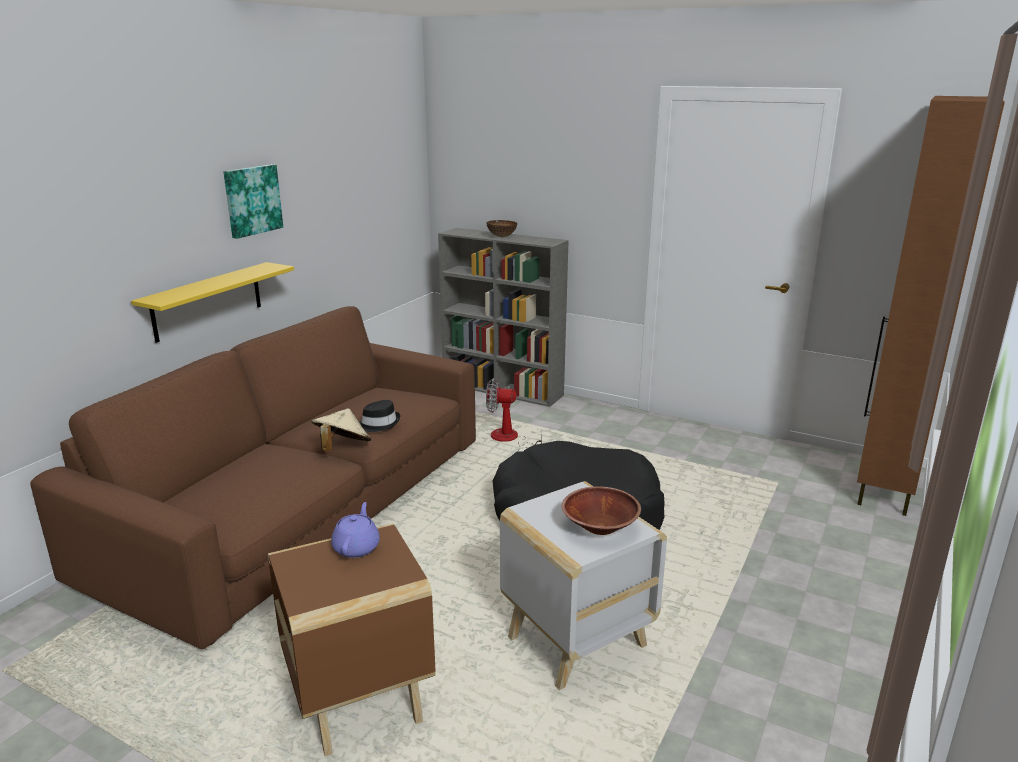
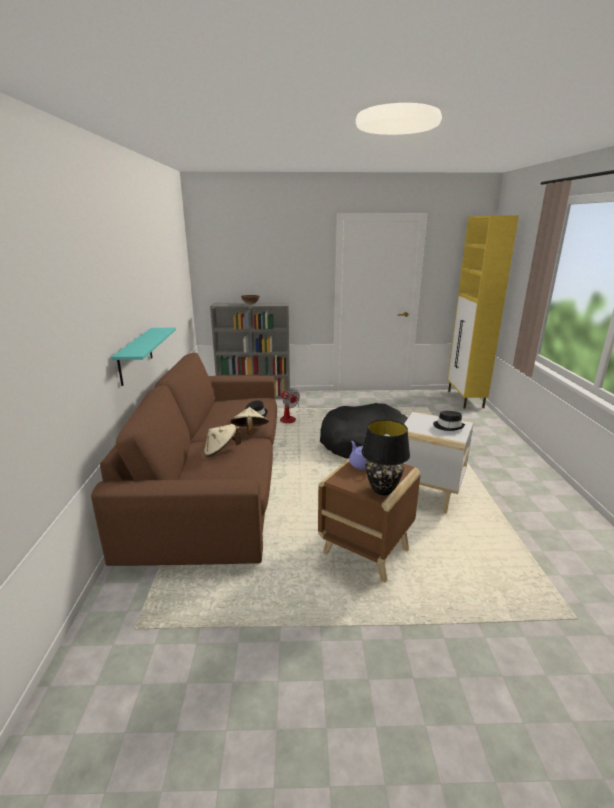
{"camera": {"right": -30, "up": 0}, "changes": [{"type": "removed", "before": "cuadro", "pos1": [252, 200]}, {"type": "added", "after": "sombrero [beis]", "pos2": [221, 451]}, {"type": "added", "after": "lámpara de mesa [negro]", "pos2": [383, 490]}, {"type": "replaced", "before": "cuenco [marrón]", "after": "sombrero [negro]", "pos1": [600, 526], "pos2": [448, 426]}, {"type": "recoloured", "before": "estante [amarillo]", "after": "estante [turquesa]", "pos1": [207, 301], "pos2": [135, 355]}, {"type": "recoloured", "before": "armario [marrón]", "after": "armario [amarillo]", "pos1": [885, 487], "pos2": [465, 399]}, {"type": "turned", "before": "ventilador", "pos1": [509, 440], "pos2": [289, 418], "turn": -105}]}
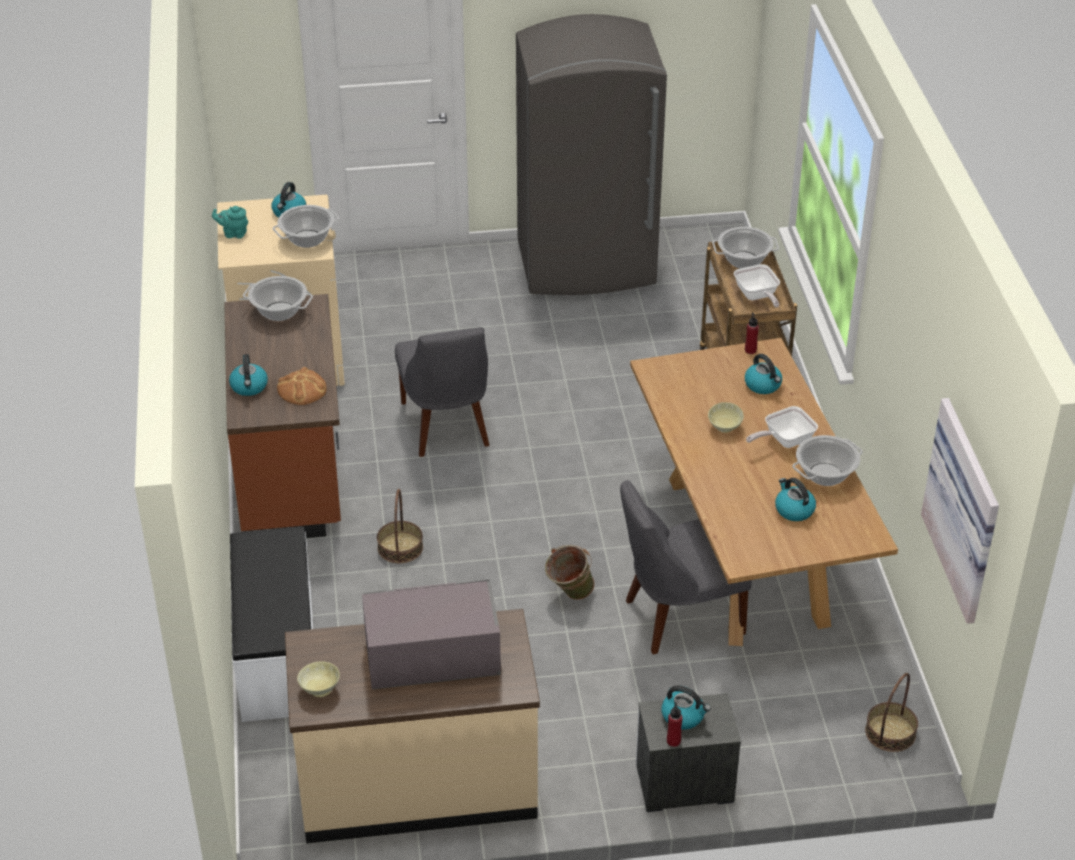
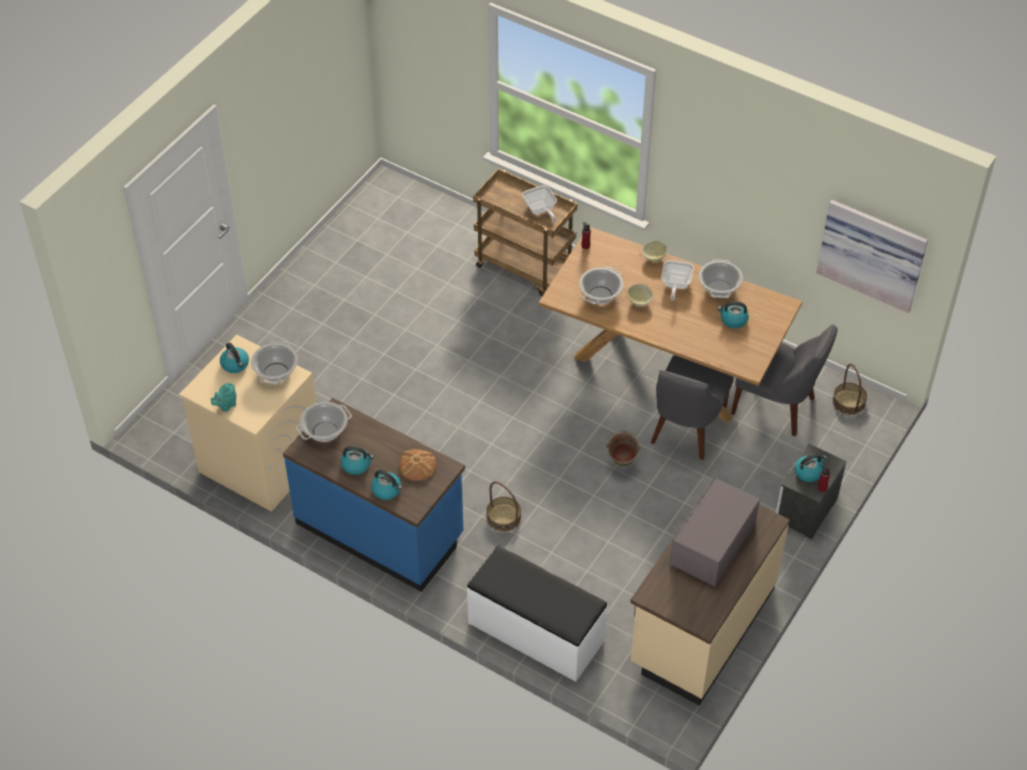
{"camera": {"right": -50, "up": 10}, "changes": [{"type": "removed", "before": "nevera [gris]", "pos1": [587, 264]}, {"type": "moved", "before": "cuenco [beis]", "pos1": [320, 689], "pos2": [653, 257]}, {"type": "moved", "before": "silla [gris]", "pos1": [446, 427], "pos2": [777, 407]}, {"type": "moved", "before": "olla", "pos1": [744, 260], "pos2": [600, 295]}, {"type": "moved", "before": "hervidor", "pos1": [763, 385], "pos2": [356, 465]}, {"type": "recoloured", "before": "mueble bajo de cocina [marrón]", "after": "mueble bajo de cocina [azul]", "pos1": [292, 473], "pos2": [380, 529]}, {"type": "turned", "before": "sartén", "pos1": [757, 296], "pos2": [540, 210], "turn": 45}]}
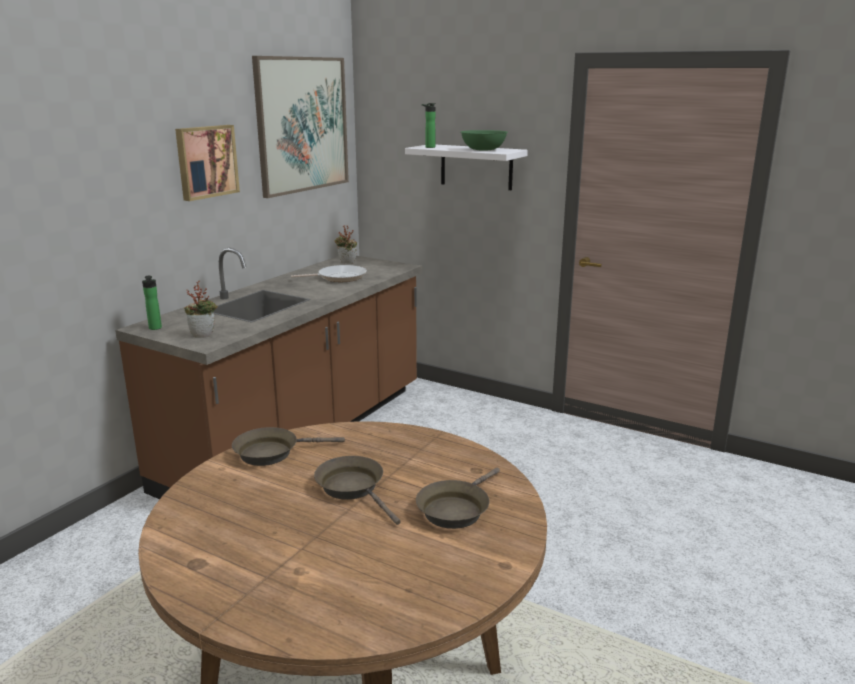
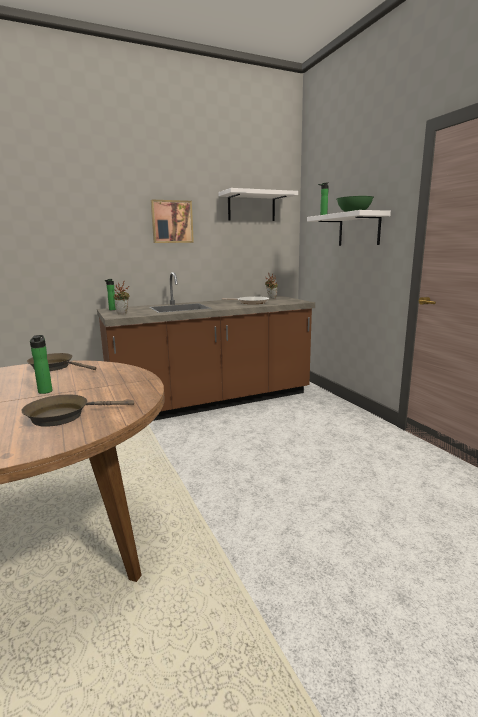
{"camera": {"right": 35, "up": -5}, "changes": [{"type": "replaced", "before": "cuadro", "after": "estante [blanco]", "pos1": [302, 125], "pos2": [251, 207]}, {"type": "replaced", "before": "sartén [marrón]", "after": "botella", "pos1": [353, 488], "pos2": [45, 391]}]}
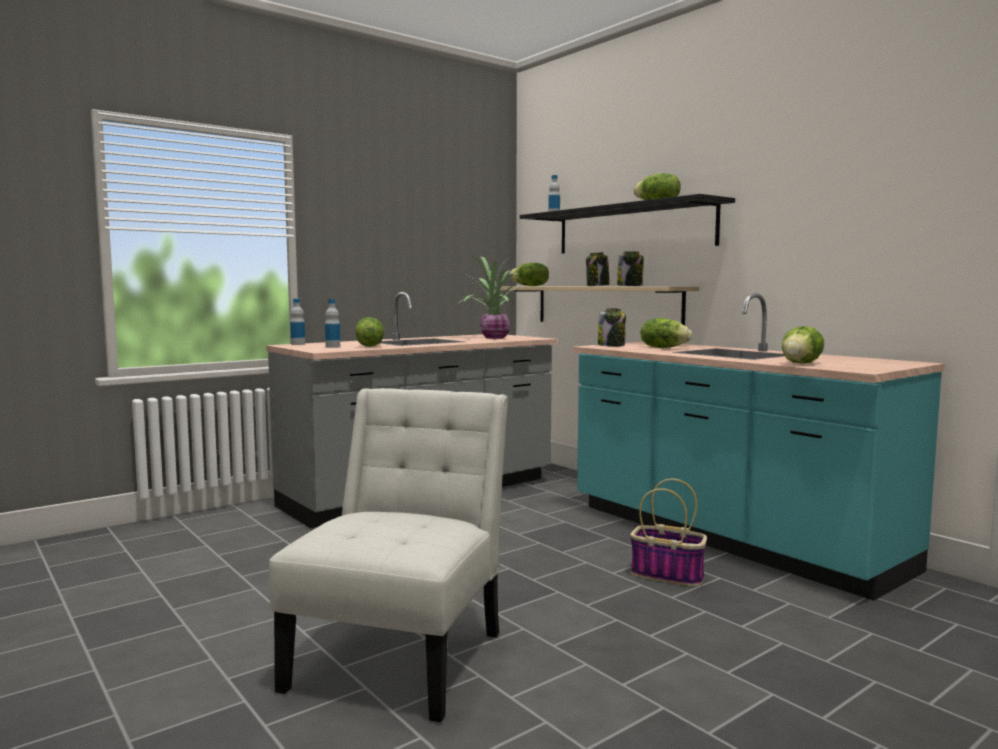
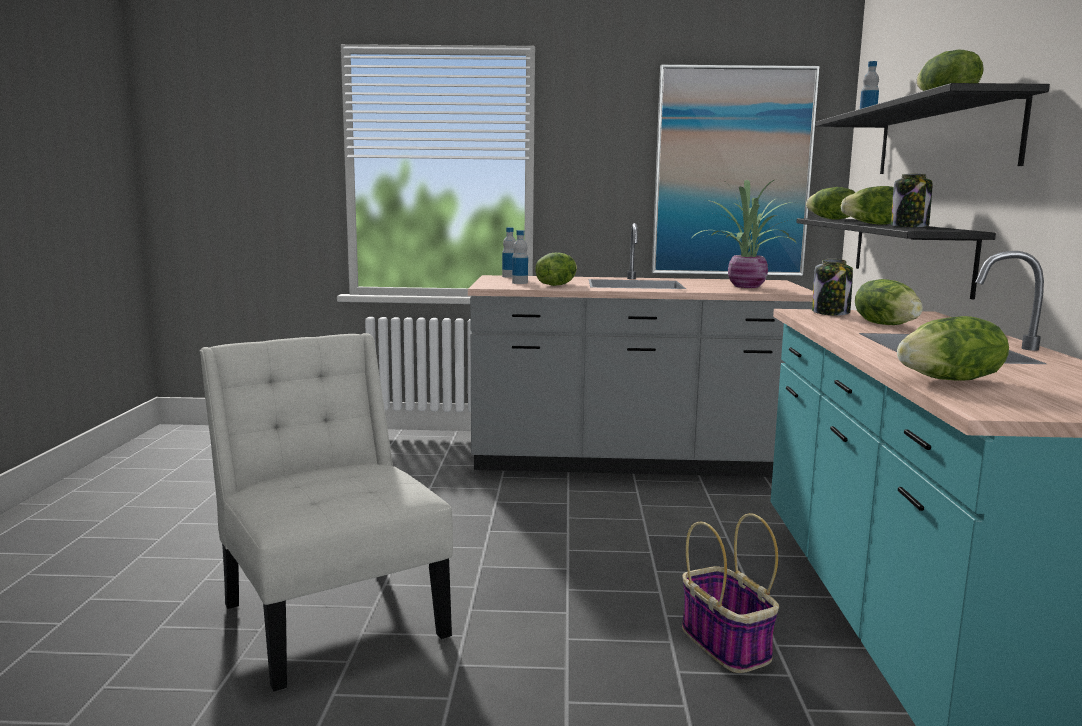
{"camera": {"right": 40, "up": 5}, "changes": [{"type": "added", "after": "cuadro", "pos2": [732, 172]}, {"type": "replaced", "before": "tarro", "after": "lechuga", "pos1": [597, 286], "pos2": [876, 224]}, {"type": "recoloured", "before": "estante [beis]", "after": "estante [negro]", "pos1": [606, 305], "pos2": [909, 253]}, {"type": "turned", "before": "silla [blanco]", "pos1": [402, 655], "pos2": [331, 614], "turn": -90}]}
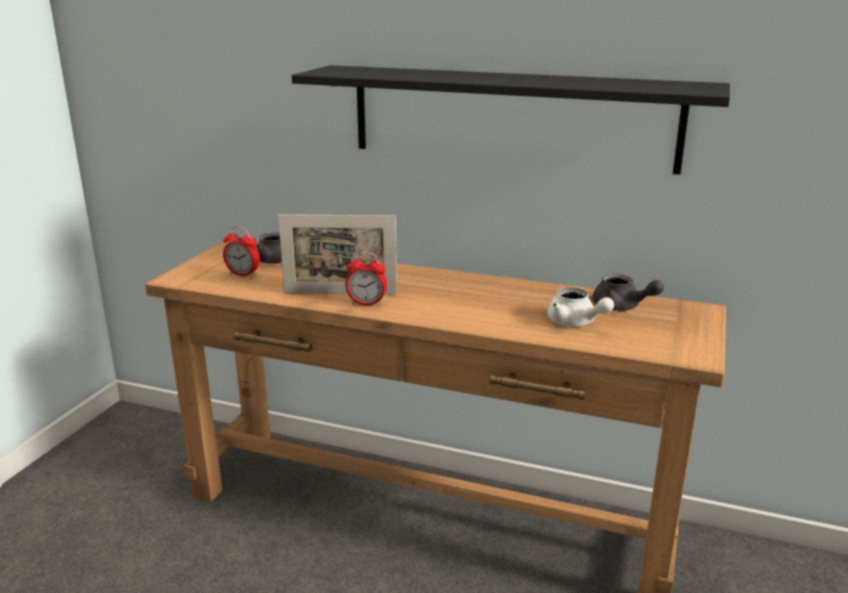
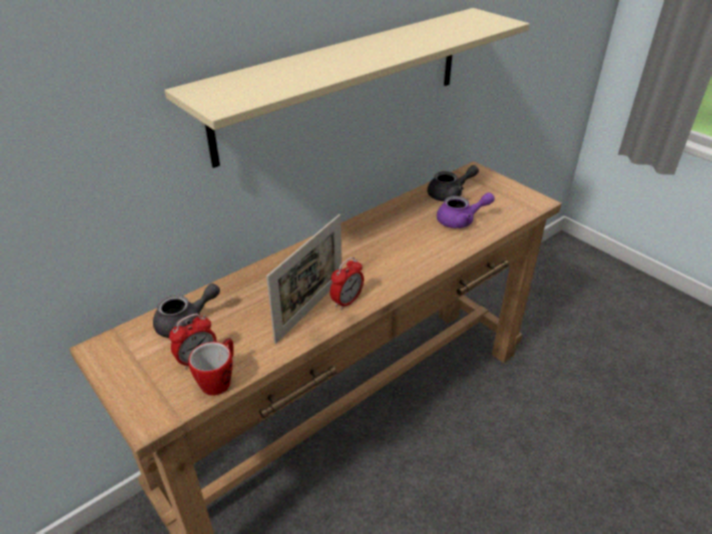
{"camera": {"right": -60, "up": 15}, "changes": [{"type": "added", "after": "taza grande", "pos2": [220, 379]}, {"type": "recoloured", "before": "estante [negro]", "after": "estante [beis]", "pos1": [511, 117], "pos2": [344, 82]}, {"type": "recoloured", "before": "tetera [blanco]", "after": "tetera [morado]", "pos1": [575, 323], "pos2": [461, 221]}]}
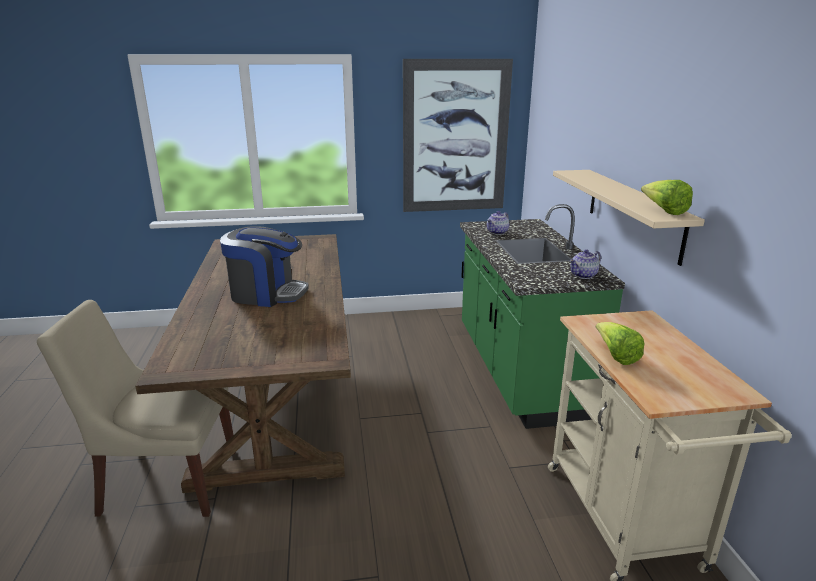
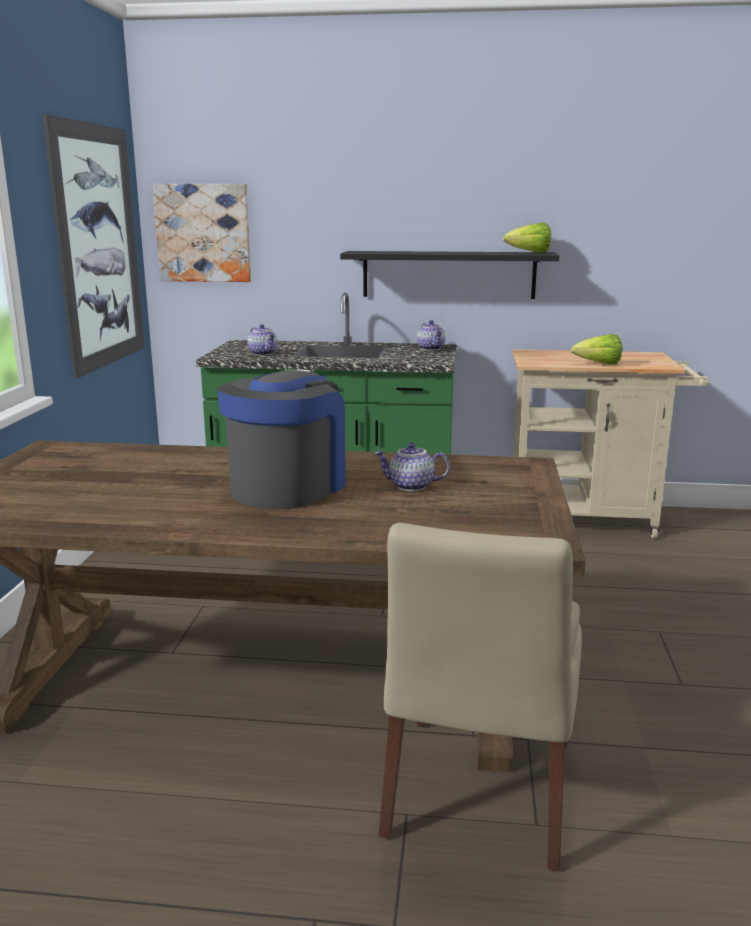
{"camera": {"right": -75, "up": -5}, "changes": [{"type": "added", "after": "cuadro", "pos2": [203, 233]}, {"type": "added", "after": "tetera", "pos2": [410, 486]}, {"type": "recoloured", "before": "estante [beis]", "after": "estante [negro]", "pos1": [633, 213], "pos2": [448, 274]}]}
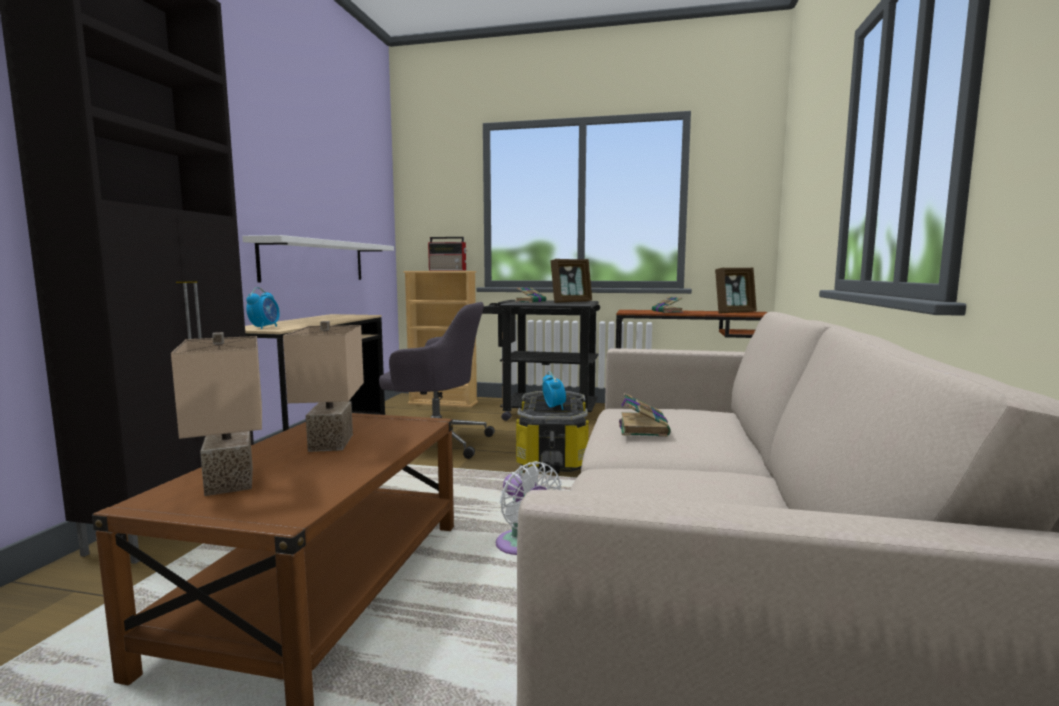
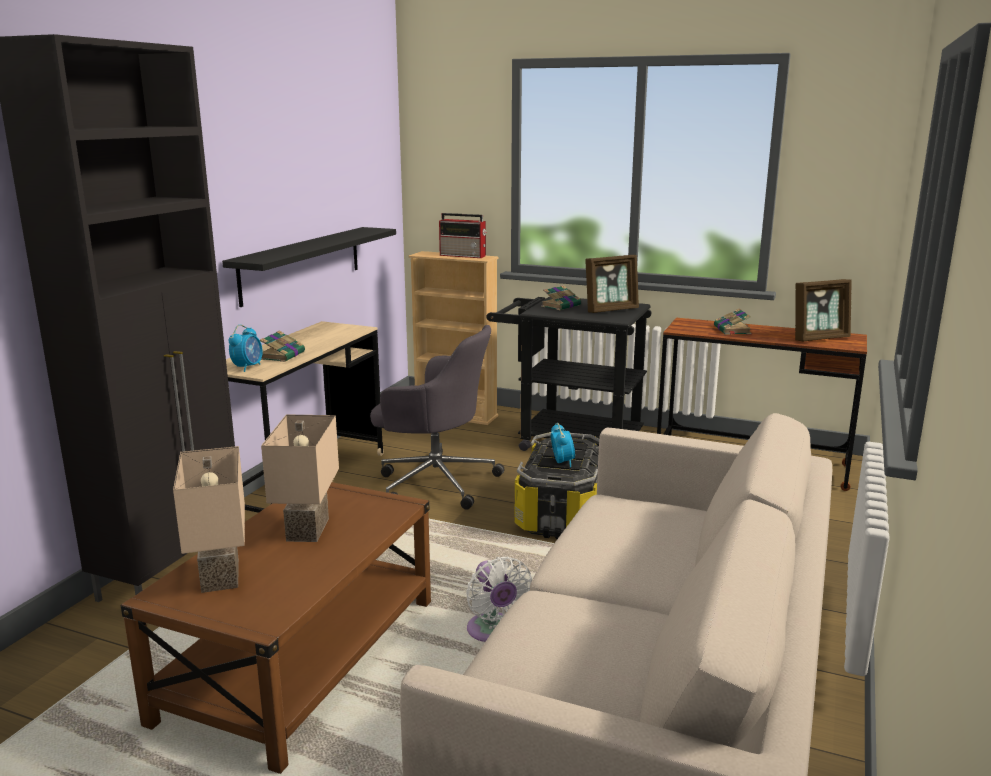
{"camera": {"right": 10, "up": 10}, "changes": [{"type": "moved", "before": "libro", "pos1": [643, 428], "pos2": [283, 355]}, {"type": "recoloured", "before": "estante [blanco]", "after": "estante [negro]", "pos1": [315, 261], "pos2": [302, 264]}]}
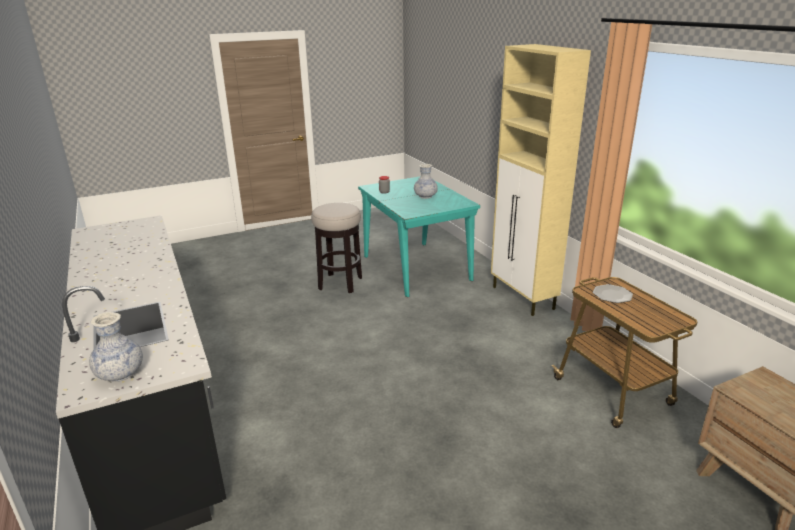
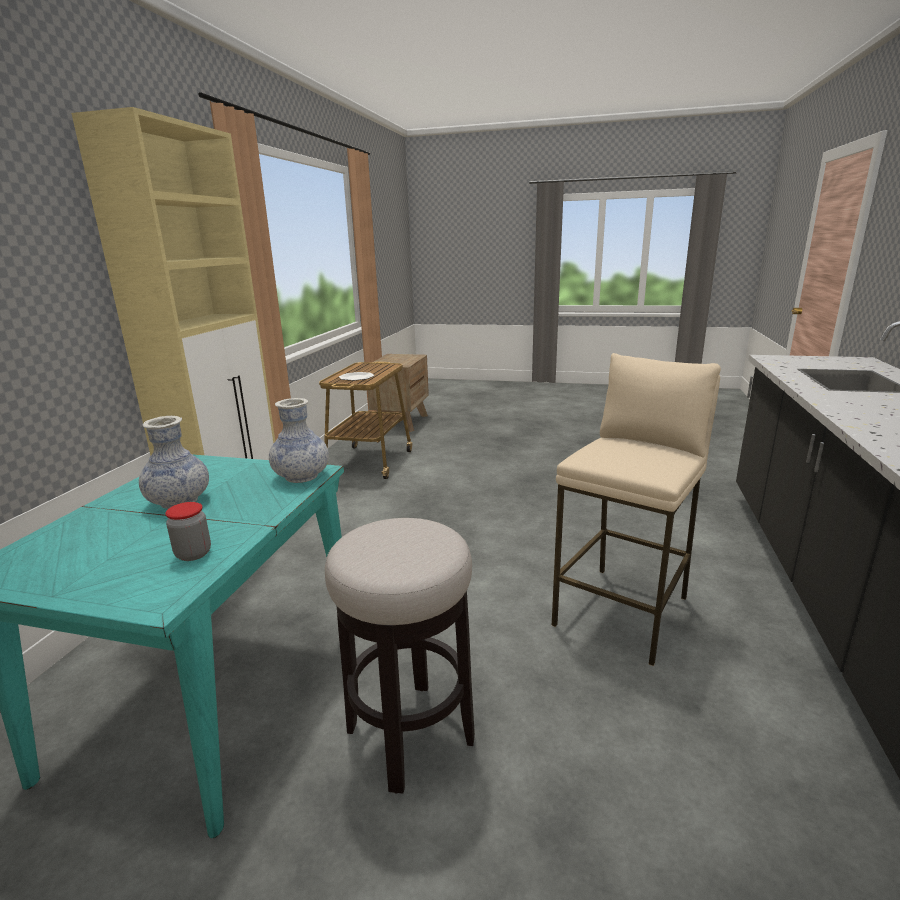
{"camera": {"right": -140, "up": -5}, "changes": [{"type": "added", "after": "taburete [beis]", "pos2": [623, 611]}, {"type": "moved", "before": "florero", "pos1": [120, 374], "pos2": [301, 476]}]}
